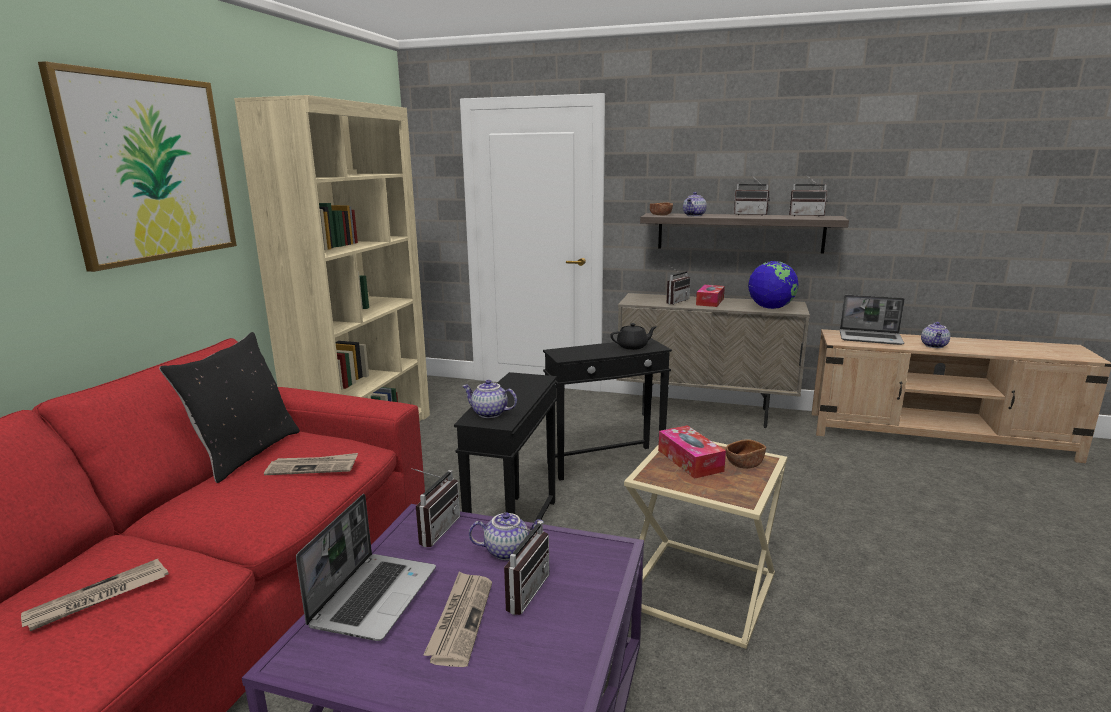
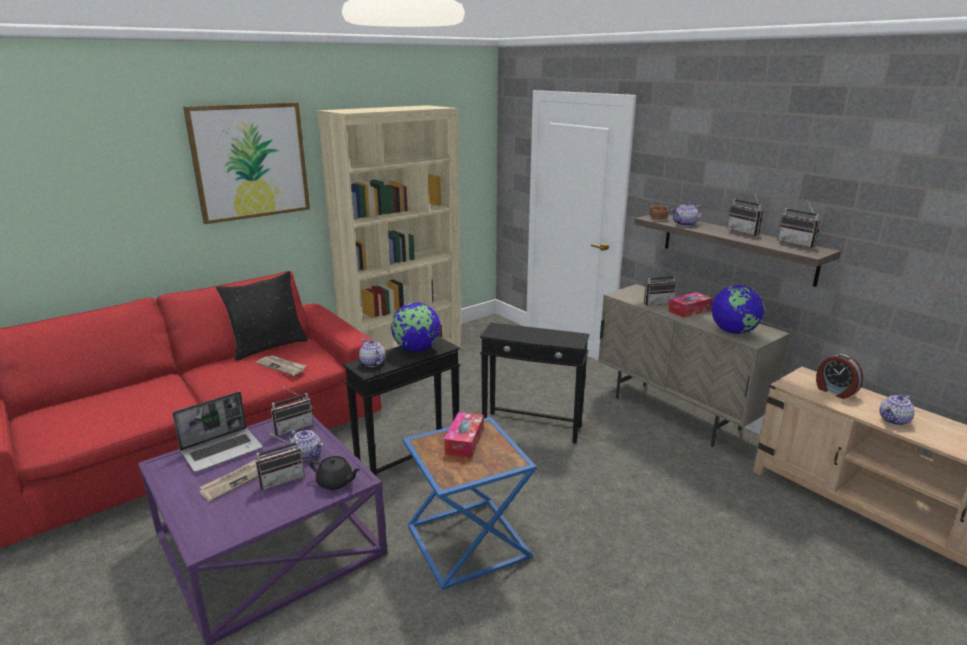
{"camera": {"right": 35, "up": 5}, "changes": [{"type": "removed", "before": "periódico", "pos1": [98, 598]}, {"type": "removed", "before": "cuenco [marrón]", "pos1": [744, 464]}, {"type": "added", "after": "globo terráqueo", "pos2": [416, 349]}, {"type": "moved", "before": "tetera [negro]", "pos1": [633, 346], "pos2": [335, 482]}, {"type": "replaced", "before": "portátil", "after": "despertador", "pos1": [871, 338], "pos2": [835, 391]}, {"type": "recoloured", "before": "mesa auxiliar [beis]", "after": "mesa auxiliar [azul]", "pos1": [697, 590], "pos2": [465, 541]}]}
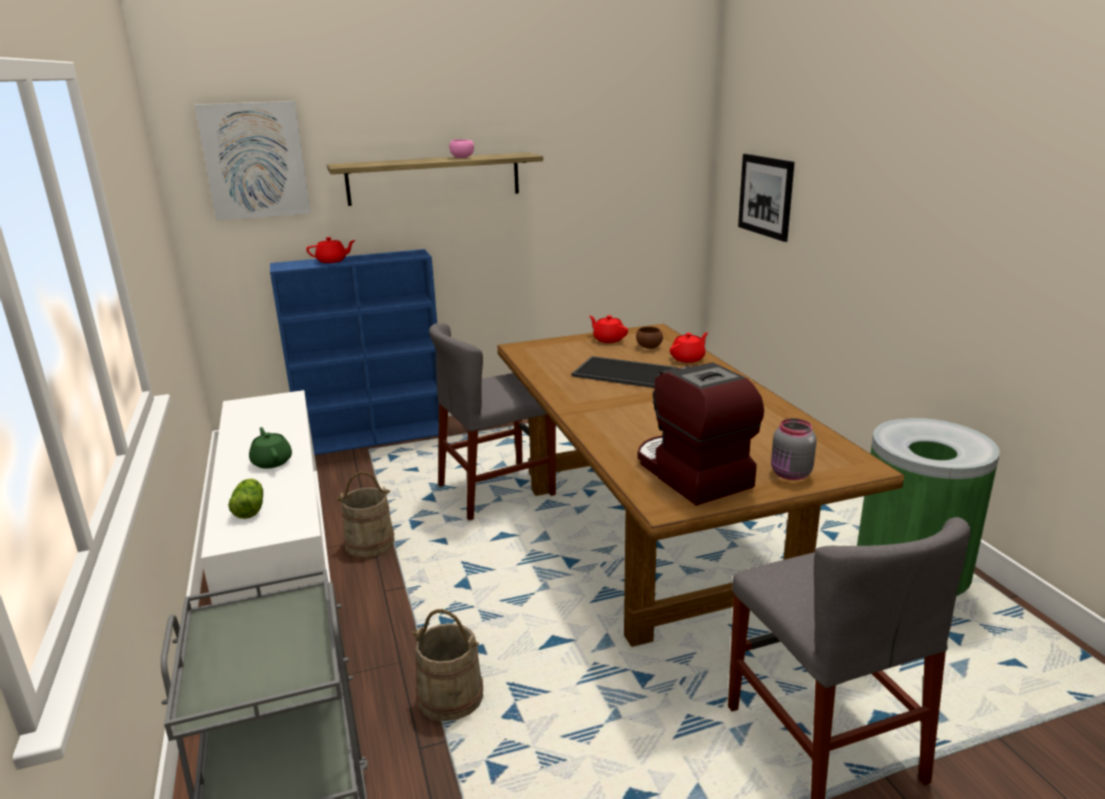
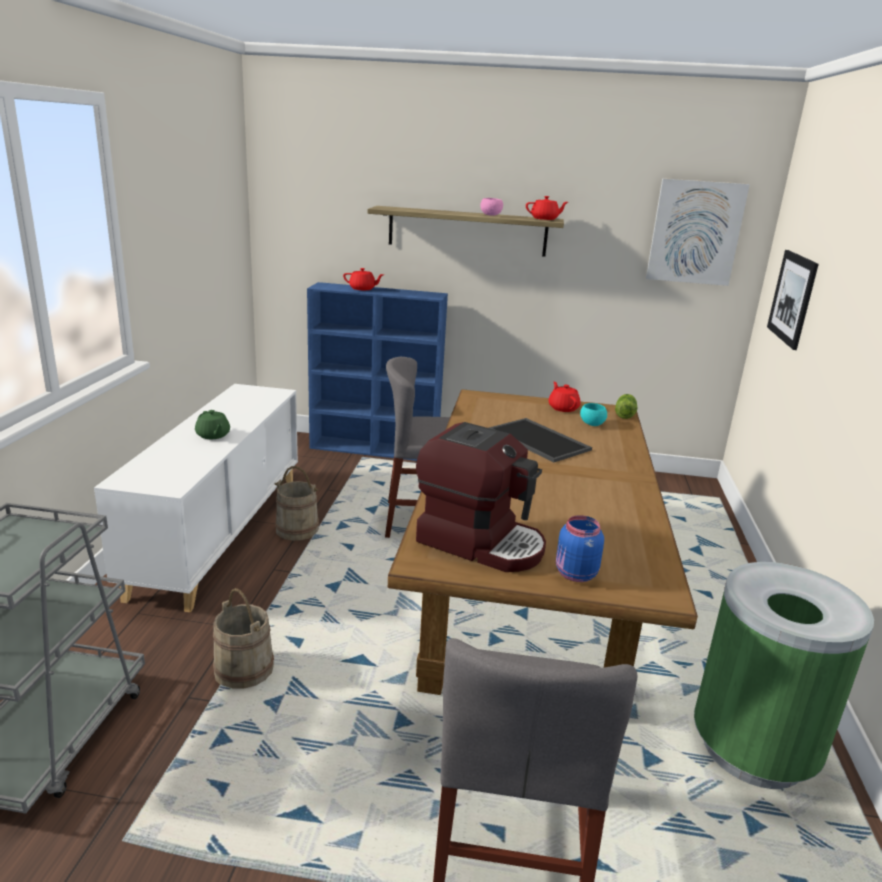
{"camera": {"right": 25, "up": 0}, "changes": [{"type": "moved", "before": "cuadro", "pos1": [255, 160], "pos2": [695, 232]}, {"type": "moved", "before": "lechuga", "pos1": [250, 508], "pos2": [625, 414]}, {"type": "moved", "before": "tetera [rojo]", "pos1": [688, 358], "pos2": [545, 219]}, {"type": "recoloured", "before": "cuenco [marrón]", "after": "cuenco [turquesa]", "pos1": [649, 347], "pos2": [592, 424]}, {"type": "recoloured", "before": "tarro [gris]", "after": "tarro [azul]", "pos1": [790, 474], "pos2": [575, 574]}, {"type": "turned", "before": "tetera [verde]", "pos1": [272, 461], "pos2": [213, 435], "turn": 150}, {"type": "turned", "before": "cafetera", "pos1": [690, 474], "pos2": [481, 542], "turn": 120}]}
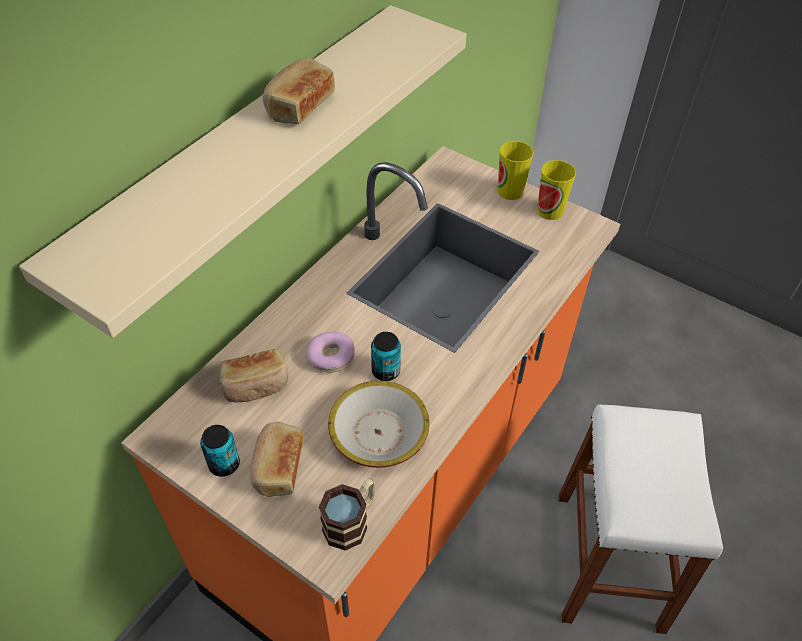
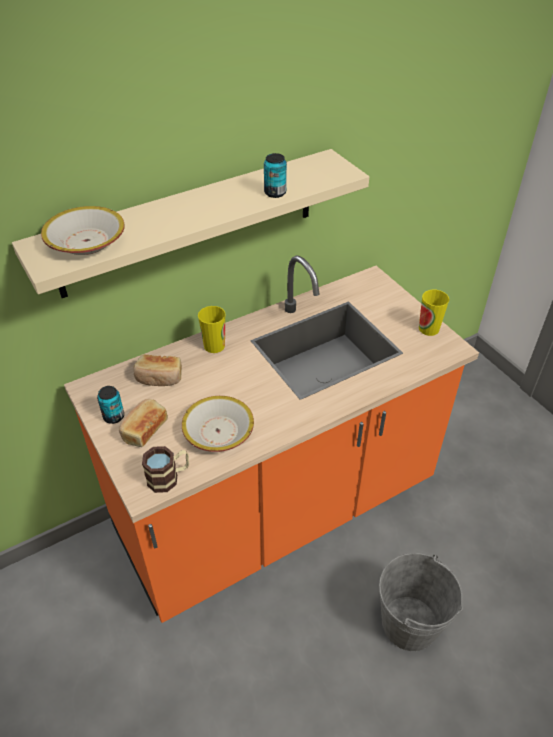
{"camera": {"right": 25, "up": -5}, "changes": [{"type": "removed", "before": "pan", "pos1": [298, 105]}, {"type": "removed", "before": "rosquilla", "pos1": [331, 357]}, {"type": "added", "after": "cuenco", "pos2": [87, 242]}, {"type": "moved", "before": "lata", "pos1": [385, 371], "pos2": [275, 193]}, {"type": "moved", "before": "taza", "pos1": [510, 191], "pos2": [214, 345]}, {"type": "replaced", "before": "taburete [blanco]", "after": "cubo [gris]", "pos1": [609, 560], "pos2": [409, 623]}]}
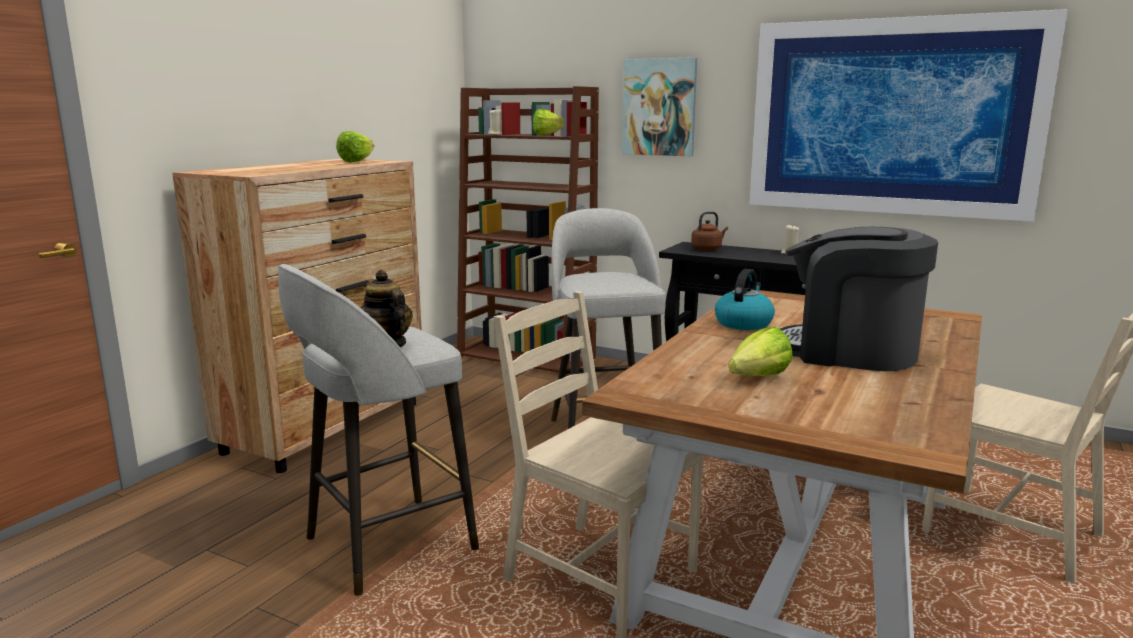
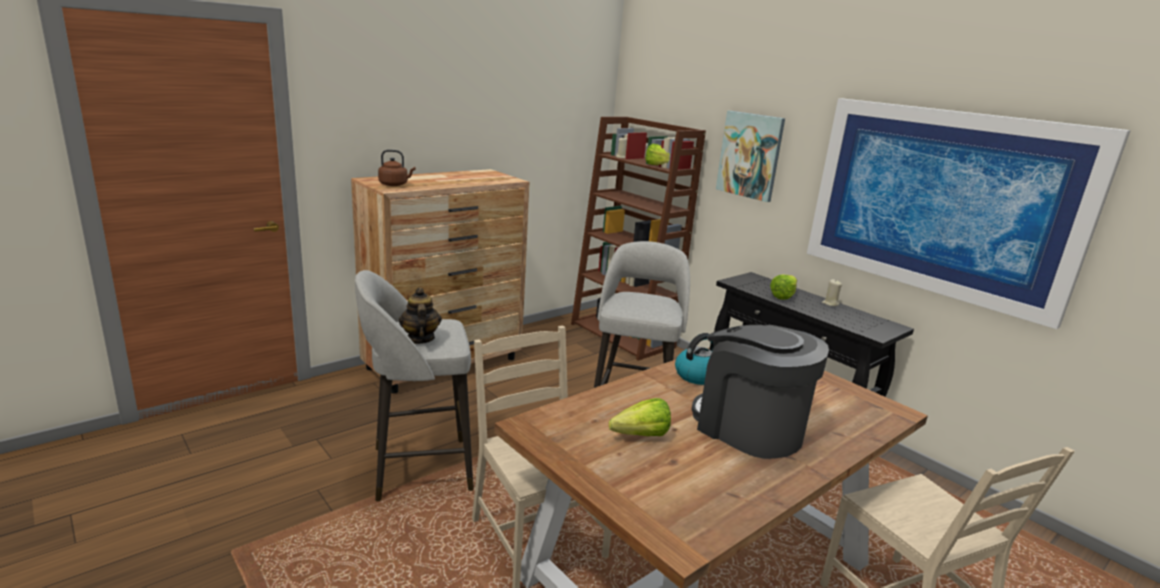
{"camera": {"right": 20, "up": 5}, "changes": [{"type": "moved", "before": "lechuga", "pos1": [360, 161], "pos2": [785, 296]}, {"type": "moved", "before": "hervidor [marrón]", "pos1": [707, 248], "pos2": [395, 185]}]}
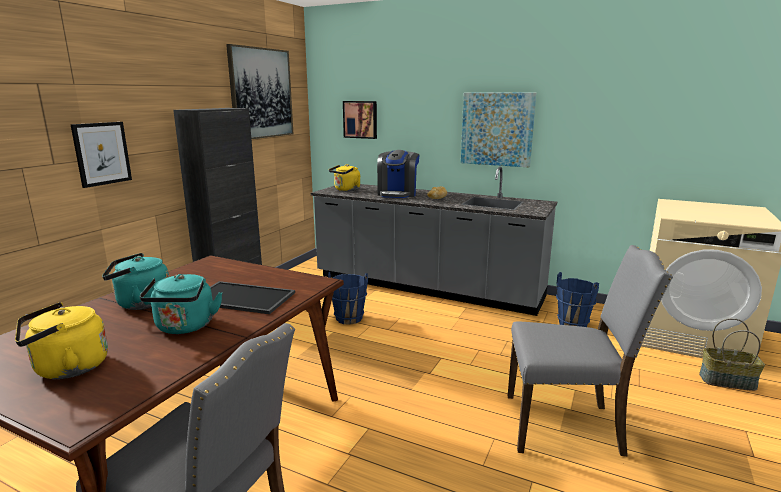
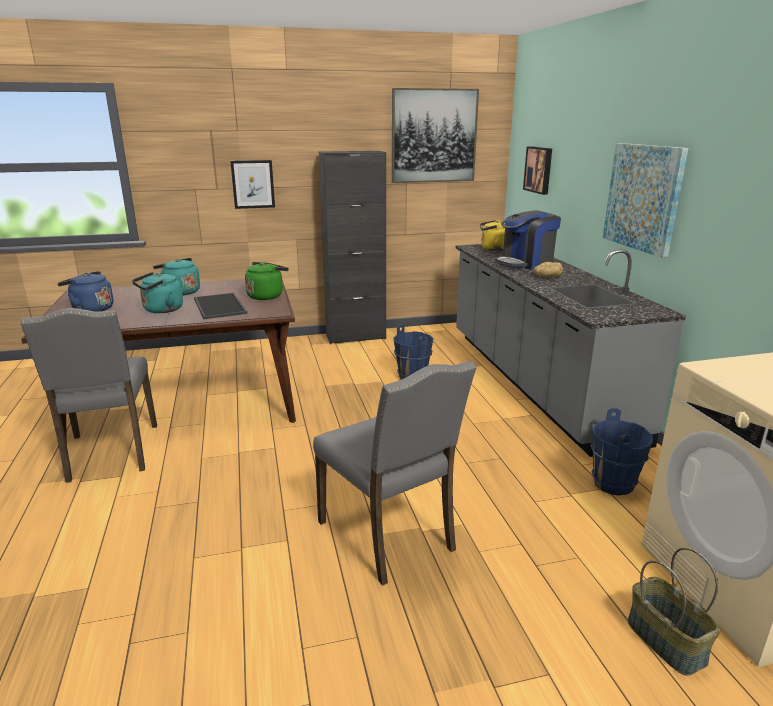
{"camera": {"right": 50, "up": 5}, "changes": [{"type": "added", "after": "hervidor [verde]", "pos2": [267, 296]}, {"type": "recoloured", "before": "hervidor [amarillo]", "after": "hervidor [azul]", "pos1": [67, 368], "pos2": [91, 309]}]}
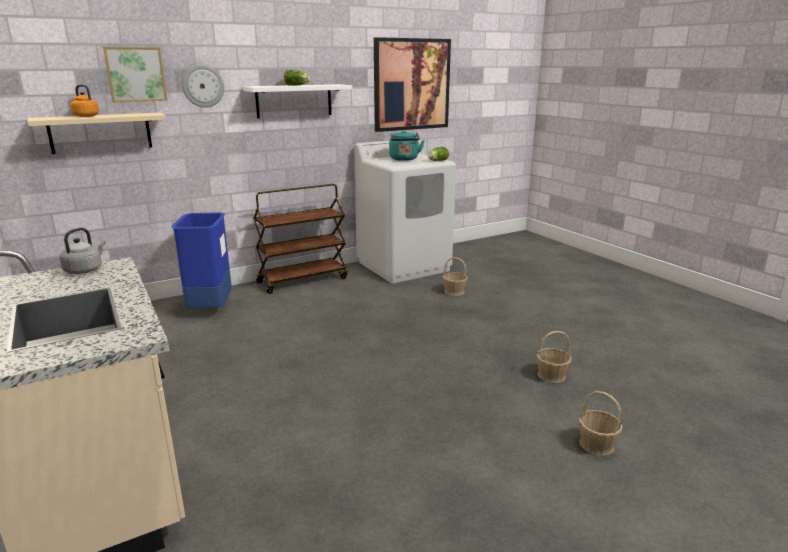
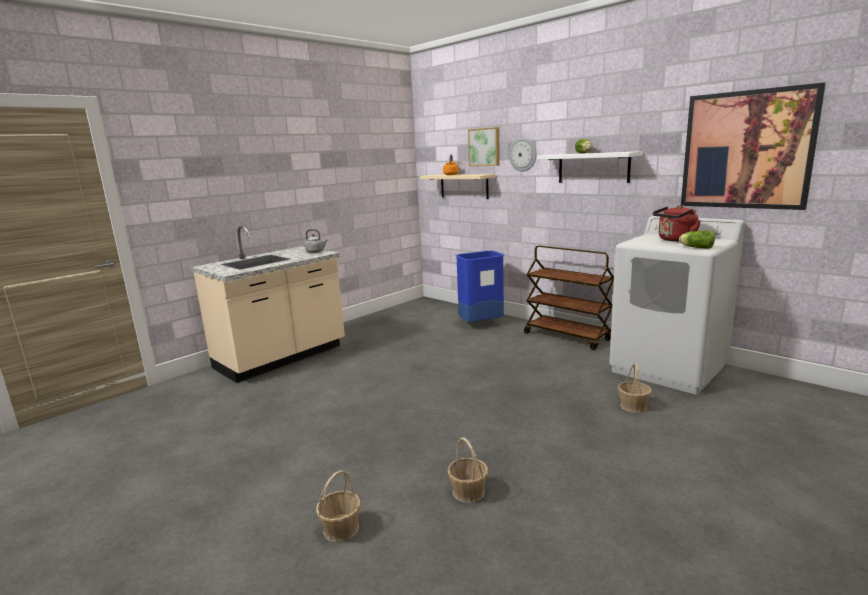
{"camera": {"right": 75, "up": -5}, "changes": [{"type": "recoloured", "before": "hervidor [turquesa]", "after": "hervidor [rojo]", "pos1": [404, 159], "pos2": [675, 240]}]}
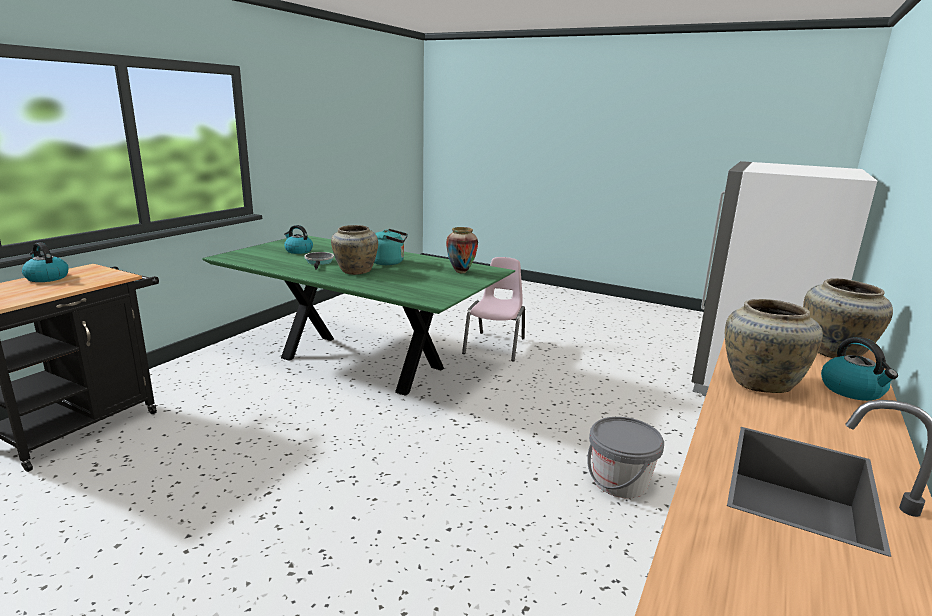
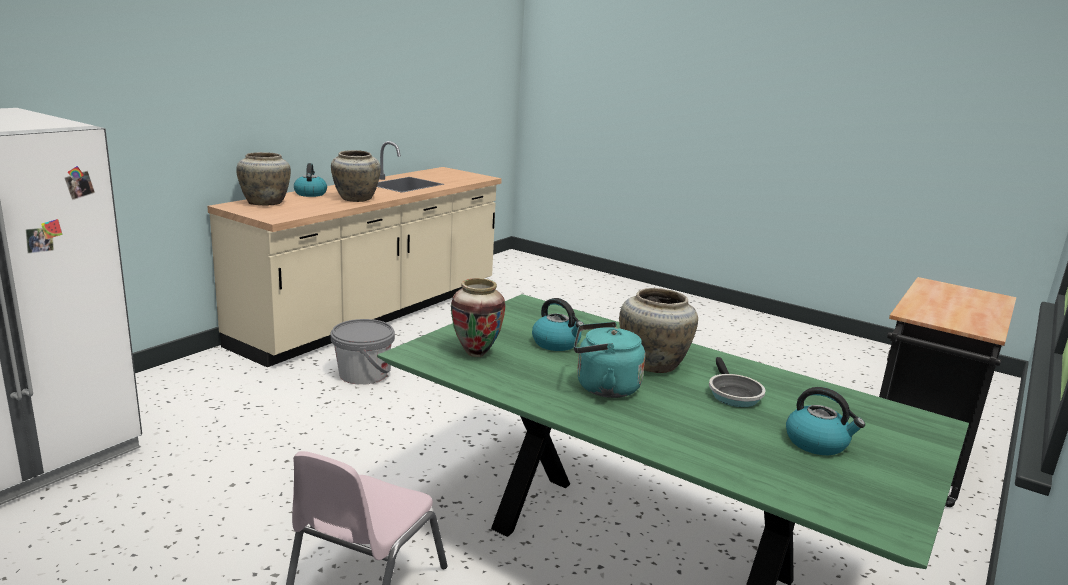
{"camera": {"right": -175, "up": 0}, "changes": [{"type": "moved", "before": "hervidor", "pos1": [46, 278], "pos2": [557, 343]}]}
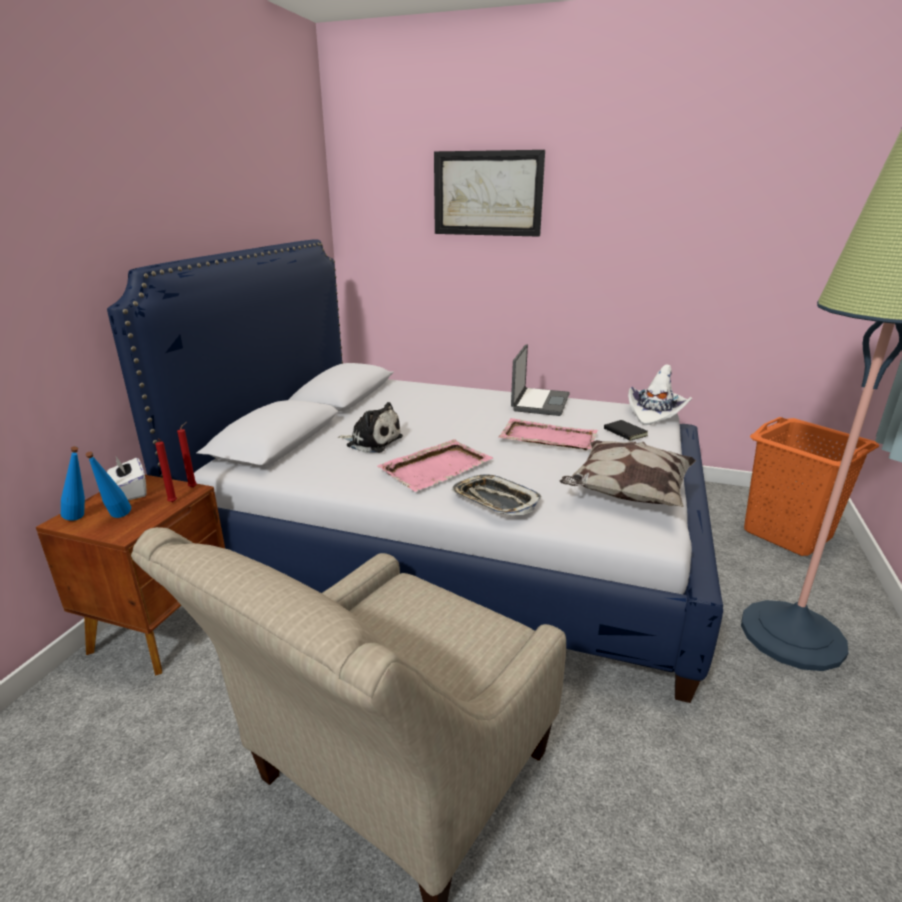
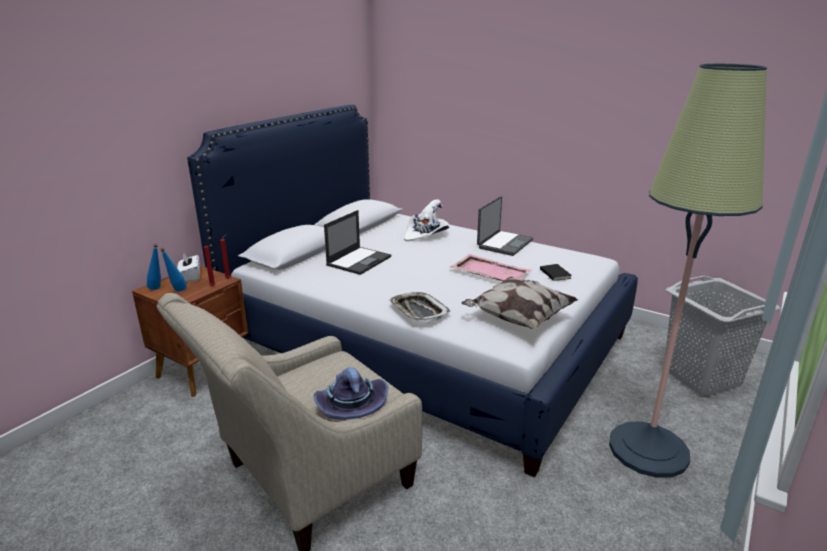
{"camera": {"right": 15, "up": 0}, "changes": [{"type": "removed", "before": "bandeja [rosa]", "pos1": [437, 467]}, {"type": "removed", "before": "cuadro", "pos1": [487, 193]}, {"type": "added", "after": "sombrero [morado]", "pos2": [350, 406]}, {"type": "moved", "before": "sombrero [blanco]", "pos1": [655, 413], "pos2": [426, 234]}, {"type": "replaced", "before": "peluche", "after": "portátil", "pos1": [372, 441], "pos2": [359, 260]}, {"type": "recoloured", "before": "cesto de la ropa [naranja]", "after": "cesto de la ropa [gris]", "pos1": [787, 534], "pos2": [701, 377]}]}
